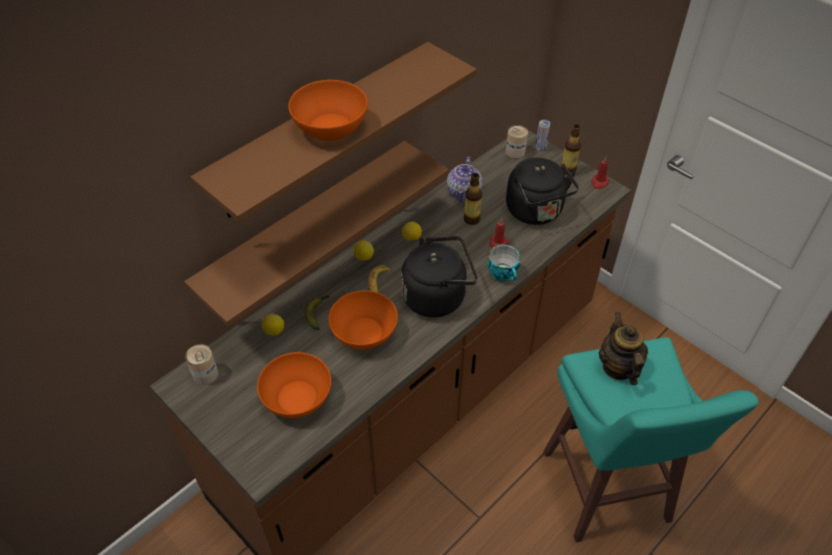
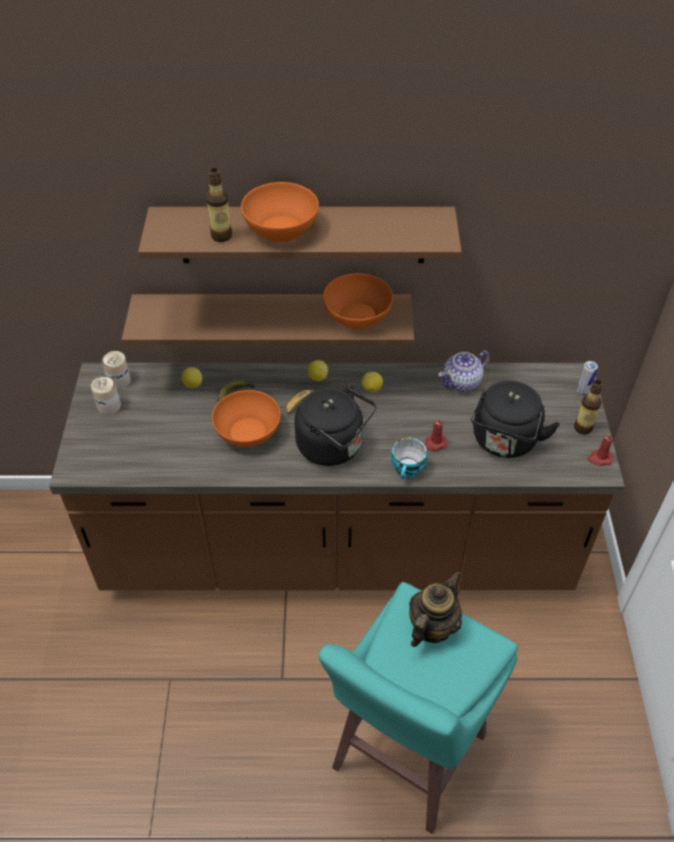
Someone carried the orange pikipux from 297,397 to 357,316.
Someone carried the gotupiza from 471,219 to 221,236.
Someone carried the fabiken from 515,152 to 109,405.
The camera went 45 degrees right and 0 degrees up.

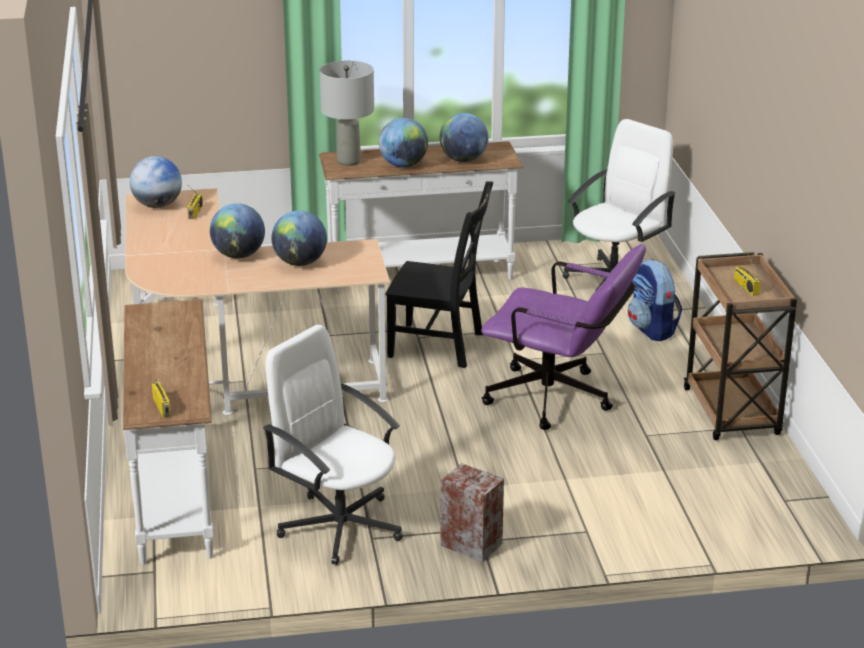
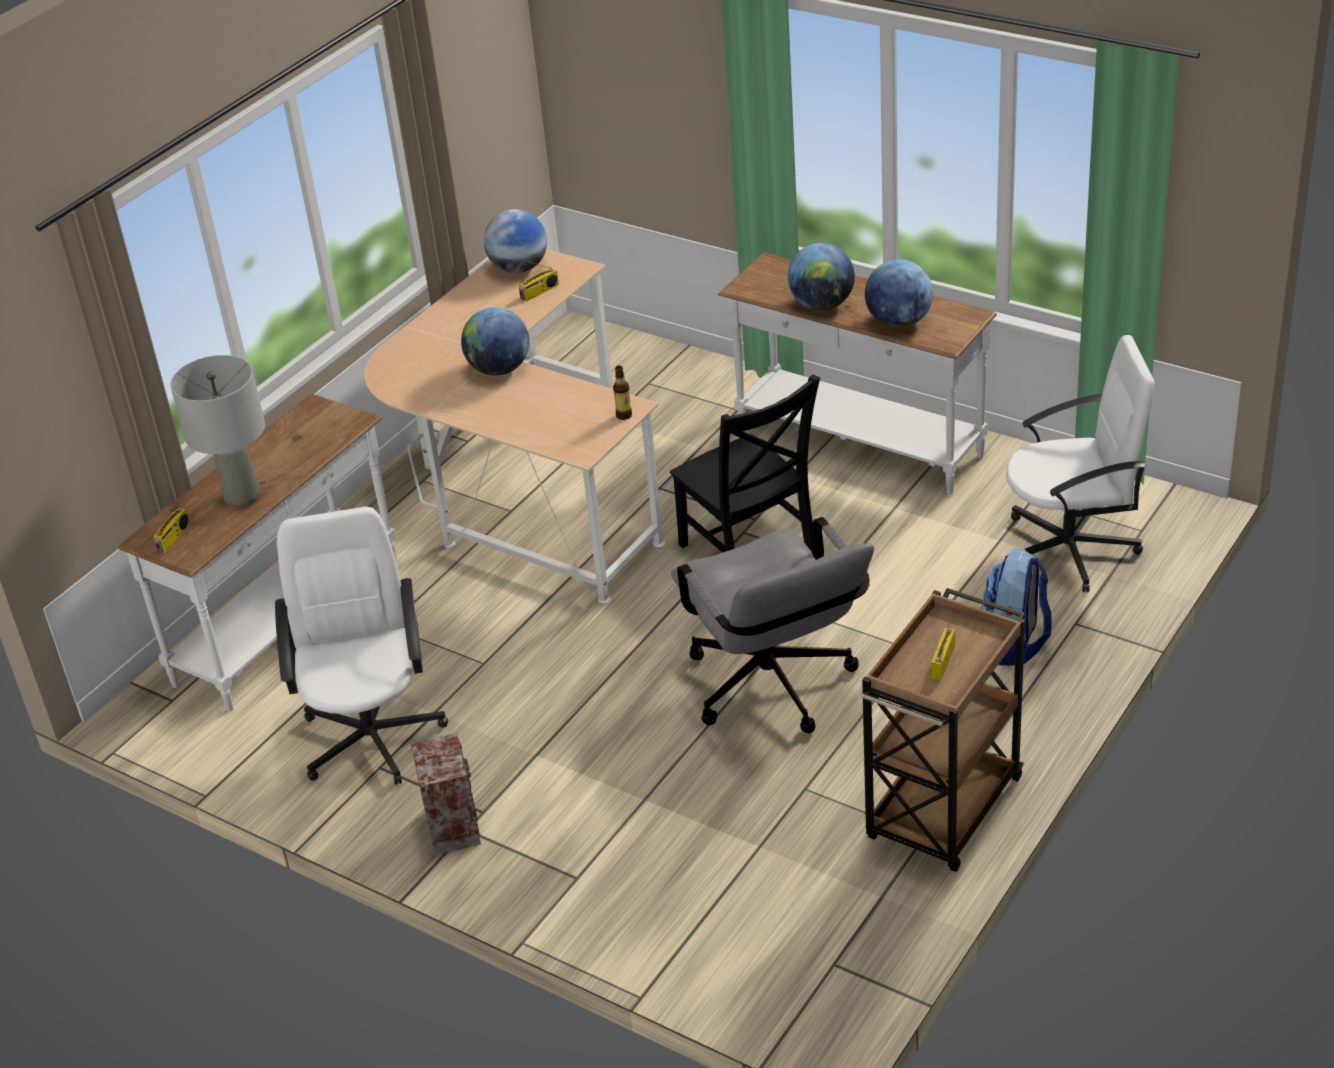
Someone took away the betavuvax at 300,263.
Someone put down the gotupiza at 624,415.
Someone carried the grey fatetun from 348,161 to 241,496.
Someone repainted the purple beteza at 559,400, which became the grey beteza at 776,692.
The camera went 45 degrees right and 10 degrees up.

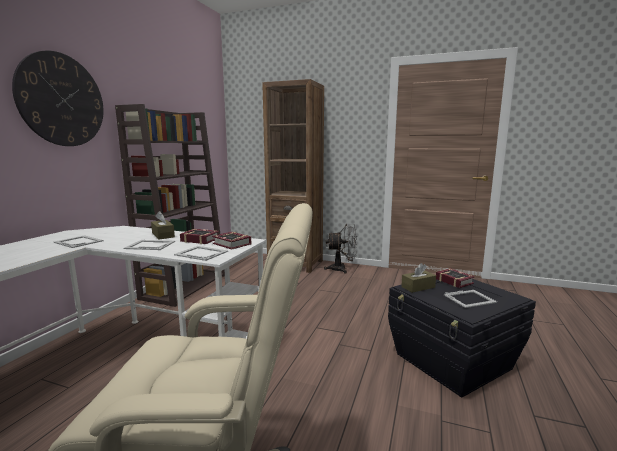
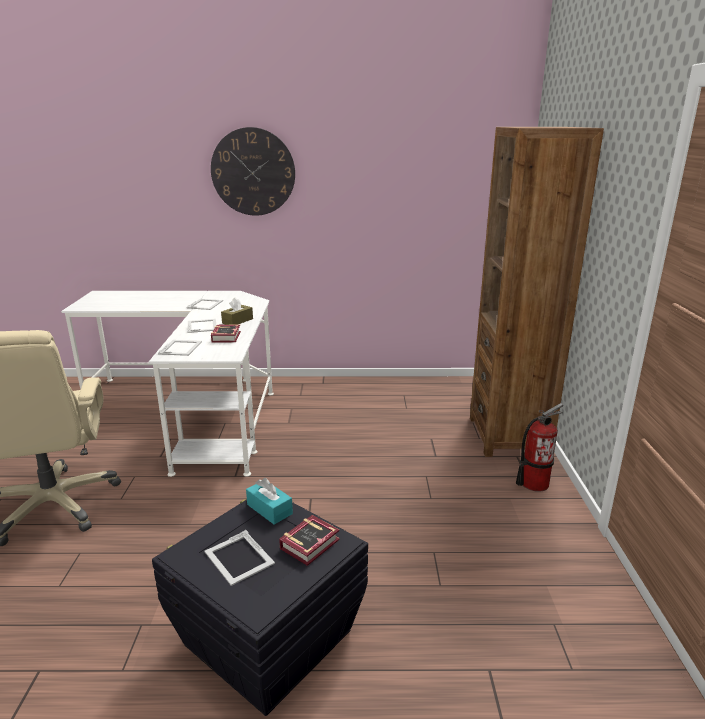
Someone took away the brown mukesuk at 185,286.
Someone took away the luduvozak at 232,244.
Someone swapped the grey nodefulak at 342,269 for the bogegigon at 534,483.
Someone repainted the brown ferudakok at 418,287, which became the turquoise ferudakok at 269,509.
The camera went 70 degrees right and 10 degrees up.

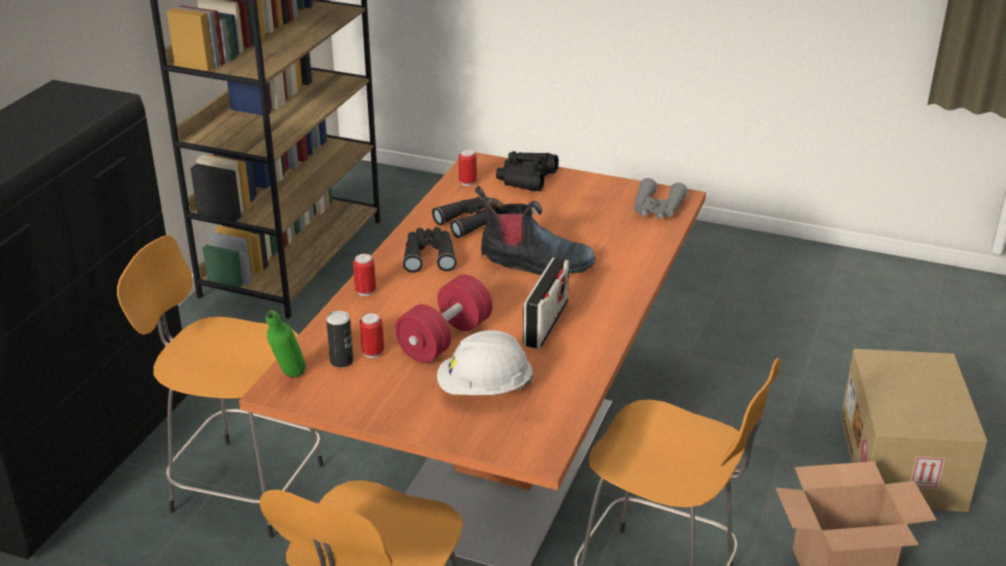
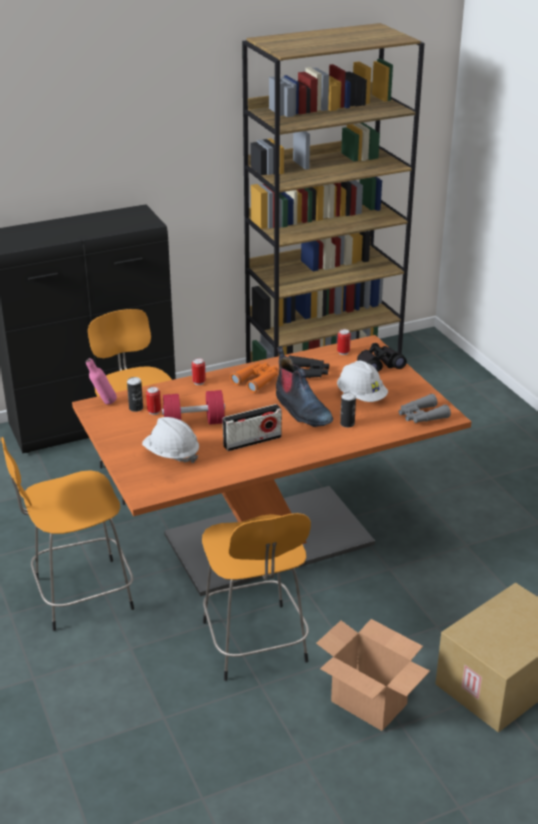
Someone put down the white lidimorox at 361,397.
Someone put down the fabiken at 347,424.
Someone repainted the green gotupiza at 289,379, which became the pink gotupiza at 103,404.
Someone repainted the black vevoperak at 429,255, which became the orange vevoperak at 257,380.
The camera went 45 degrees right and 0 degrees up.

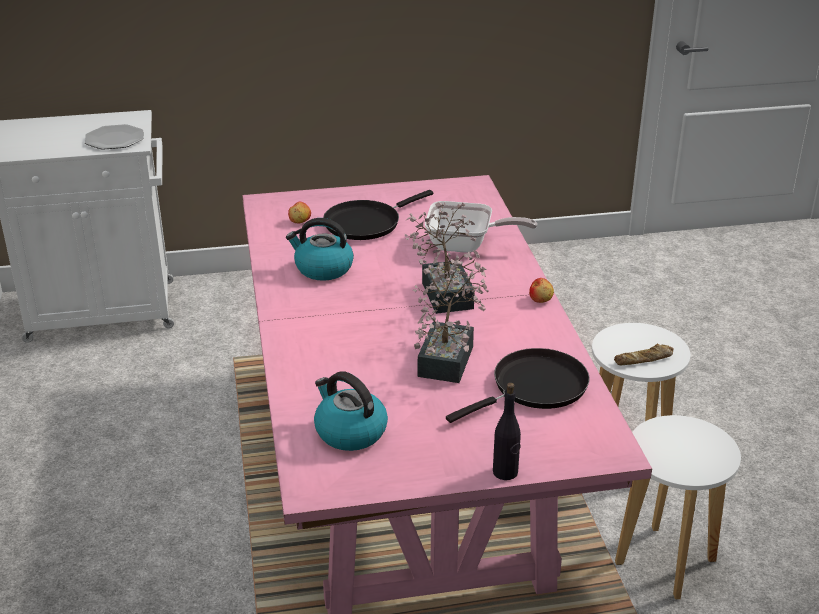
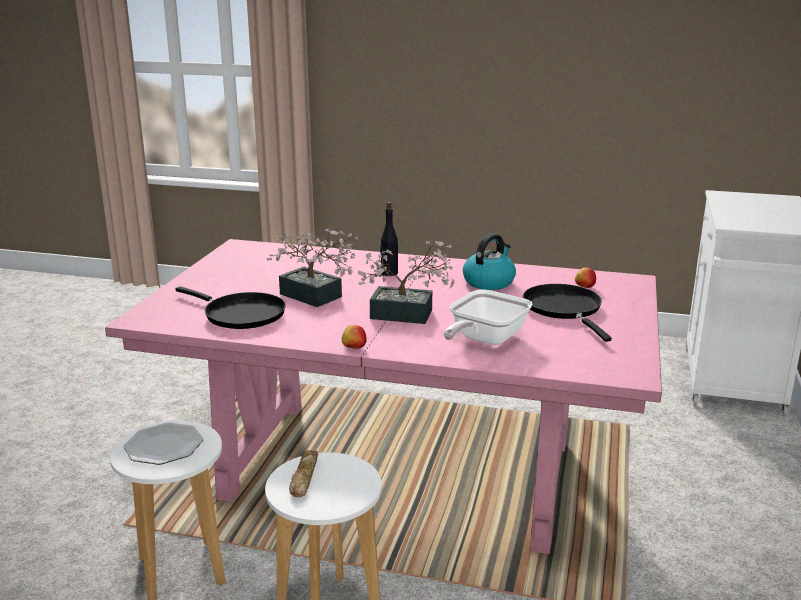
Someone took away the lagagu at 349,432.
Someone carried the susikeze from 114,139 to 164,446.
Someone carried the black gotupiza from 505,472 to 389,273.
Someone rotated the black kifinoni at 534,387 by 45 degrees counterclockwise.
The camera went 115 degrees right and 10 degrees down.

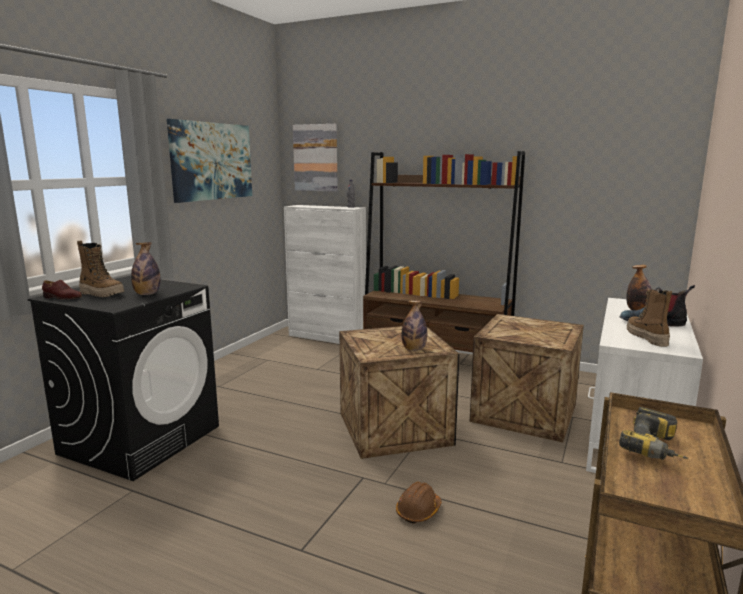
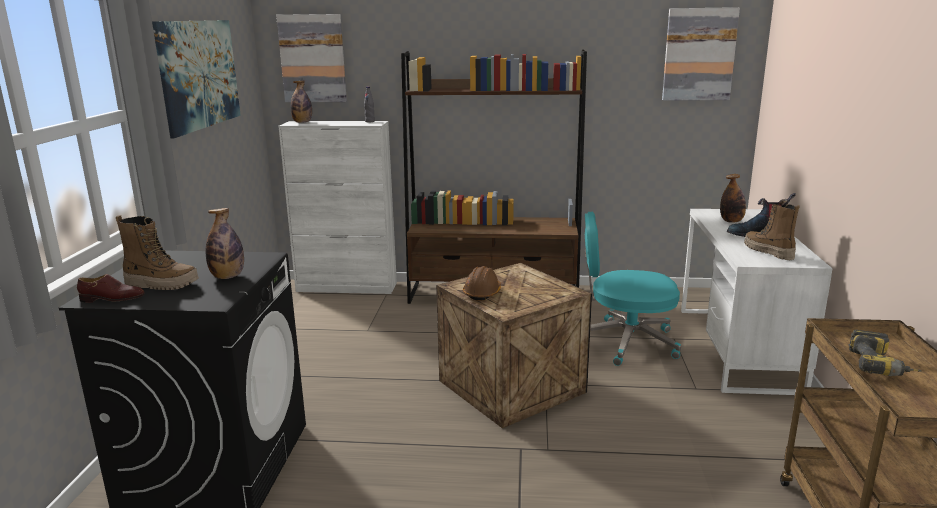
Someone put up the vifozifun at 699,54.
Someone carried the brown lidimorox from 418,511 to 482,293.
Someone carried the gotupiza from 414,349 to 302,122.
Someone swapped the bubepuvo at 523,412 for the turquoise beteza at 625,342.
The camera went 20 degrees left and 5 degrees up.

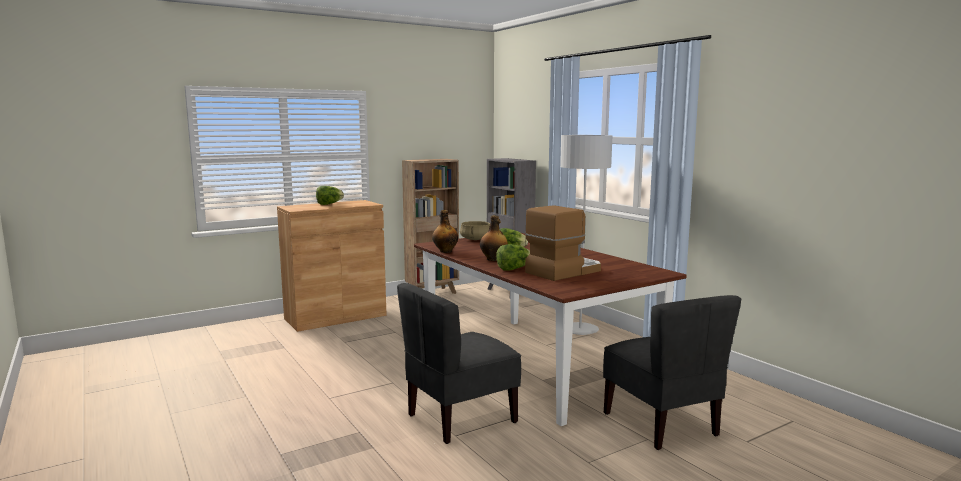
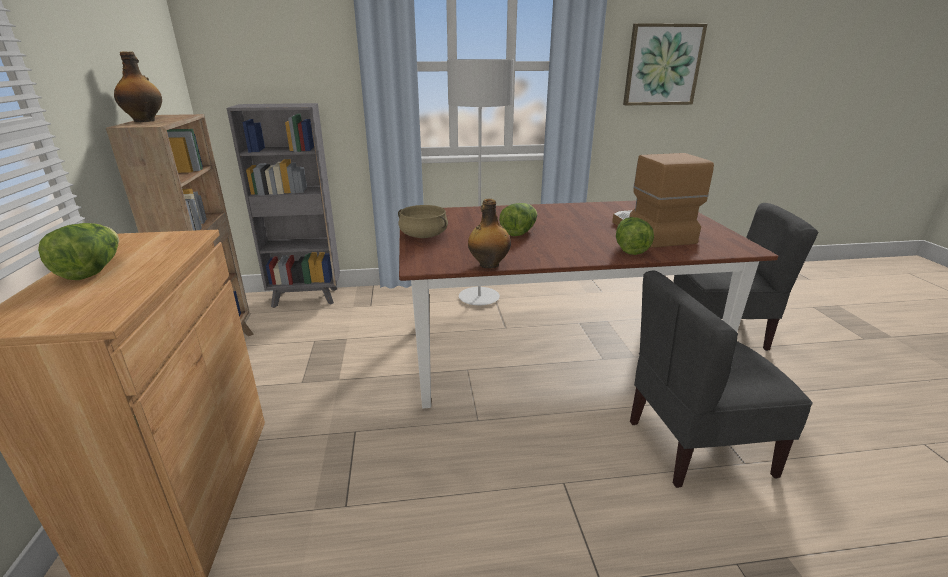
Someone put up the vifozifun at 662,65.
Someone carried the gotupiza from 493,259 to 145,120.
Someone rotated the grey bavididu at 460,418 by 90 degrees clockwise.
The camera went 65 degrees left and 15 degrees up.

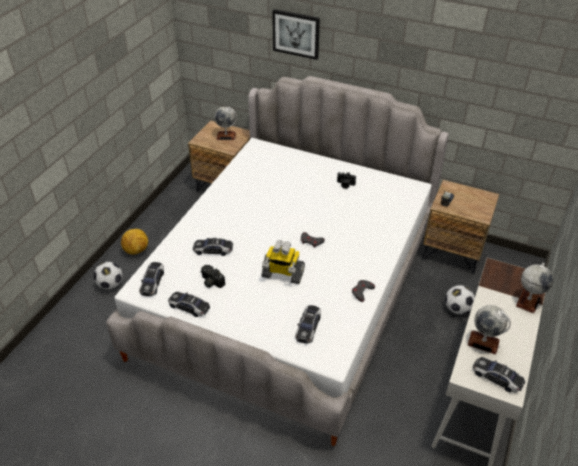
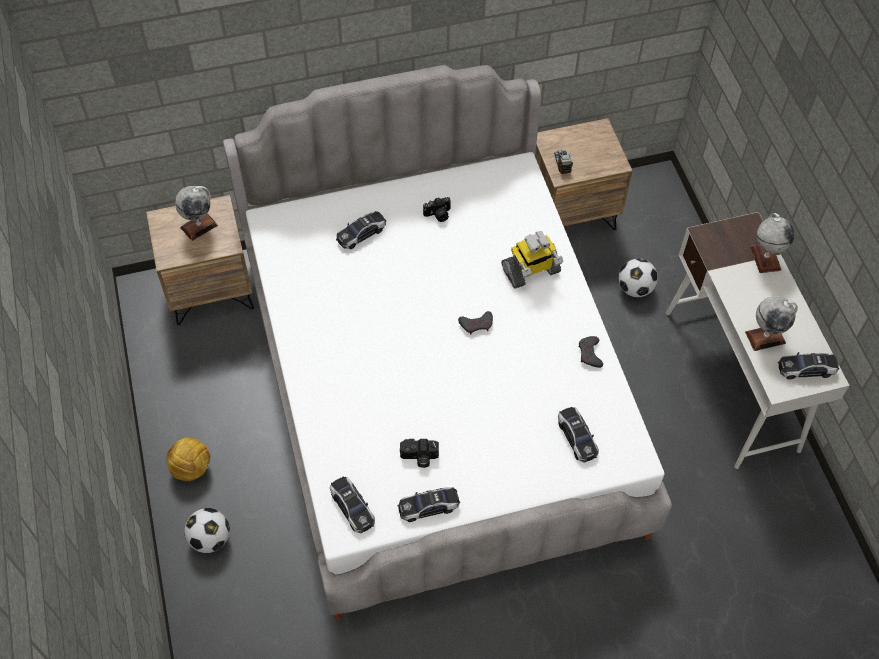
Someone took away the vifozifun at 296,33.
Someone carried the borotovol from 213,250 to 361,233.
Someone carried the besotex from 282,274 to 531,271.
The camera went 40 degrees left and 15 degrees up.

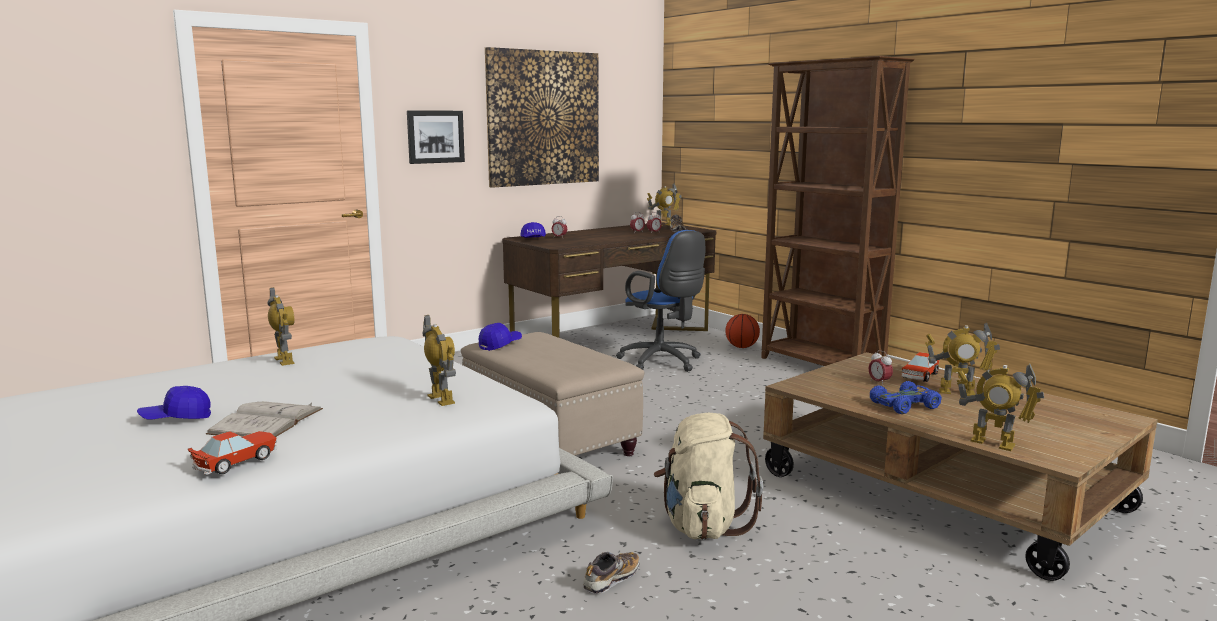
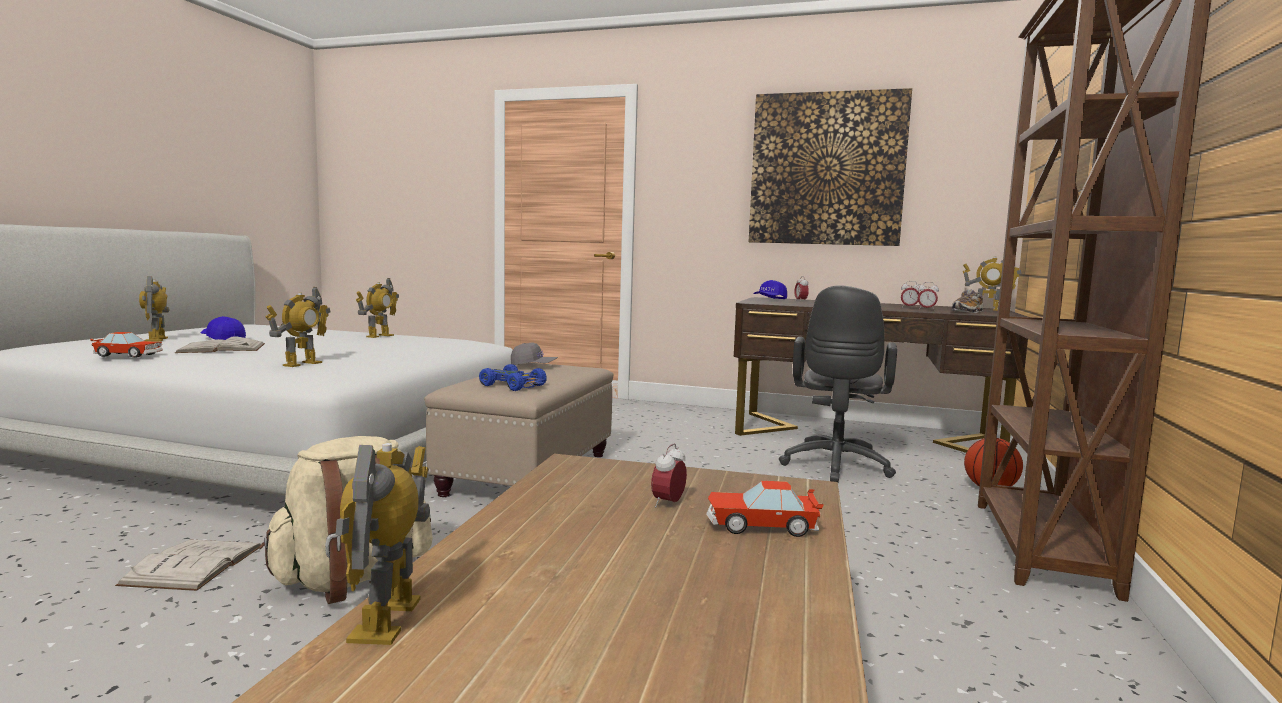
Someone took away the vifozifun at 435,136.
Someone carried the blue borotovol from 905,405 to 514,386.
Someone carried the besotex from 957,392 to 157,339.
Someone swapped the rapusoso at 611,580 for the white luduvozak at 194,564.
Someone repainted the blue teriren at 500,345, which became the grey teriren at 533,366.
Someone repainted the blue beteza at 663,362, which became the grey beteza at 835,467.
The camera went 55 degrees right and 5 degrees down.

